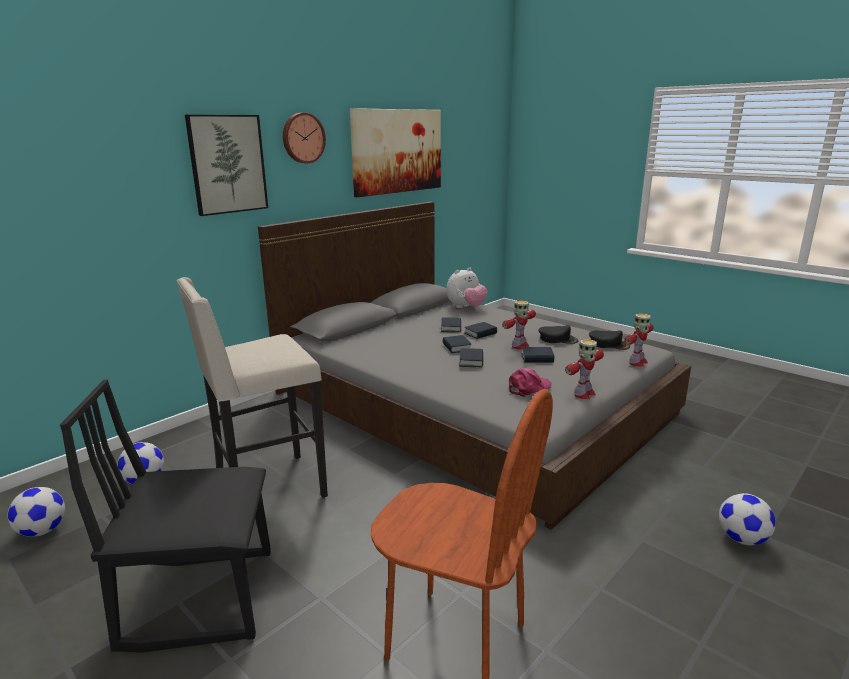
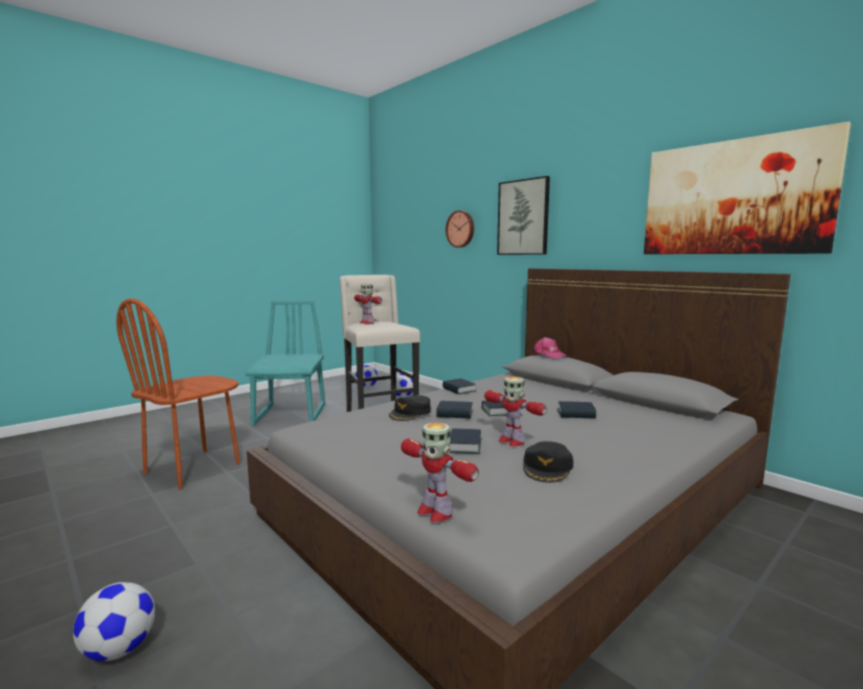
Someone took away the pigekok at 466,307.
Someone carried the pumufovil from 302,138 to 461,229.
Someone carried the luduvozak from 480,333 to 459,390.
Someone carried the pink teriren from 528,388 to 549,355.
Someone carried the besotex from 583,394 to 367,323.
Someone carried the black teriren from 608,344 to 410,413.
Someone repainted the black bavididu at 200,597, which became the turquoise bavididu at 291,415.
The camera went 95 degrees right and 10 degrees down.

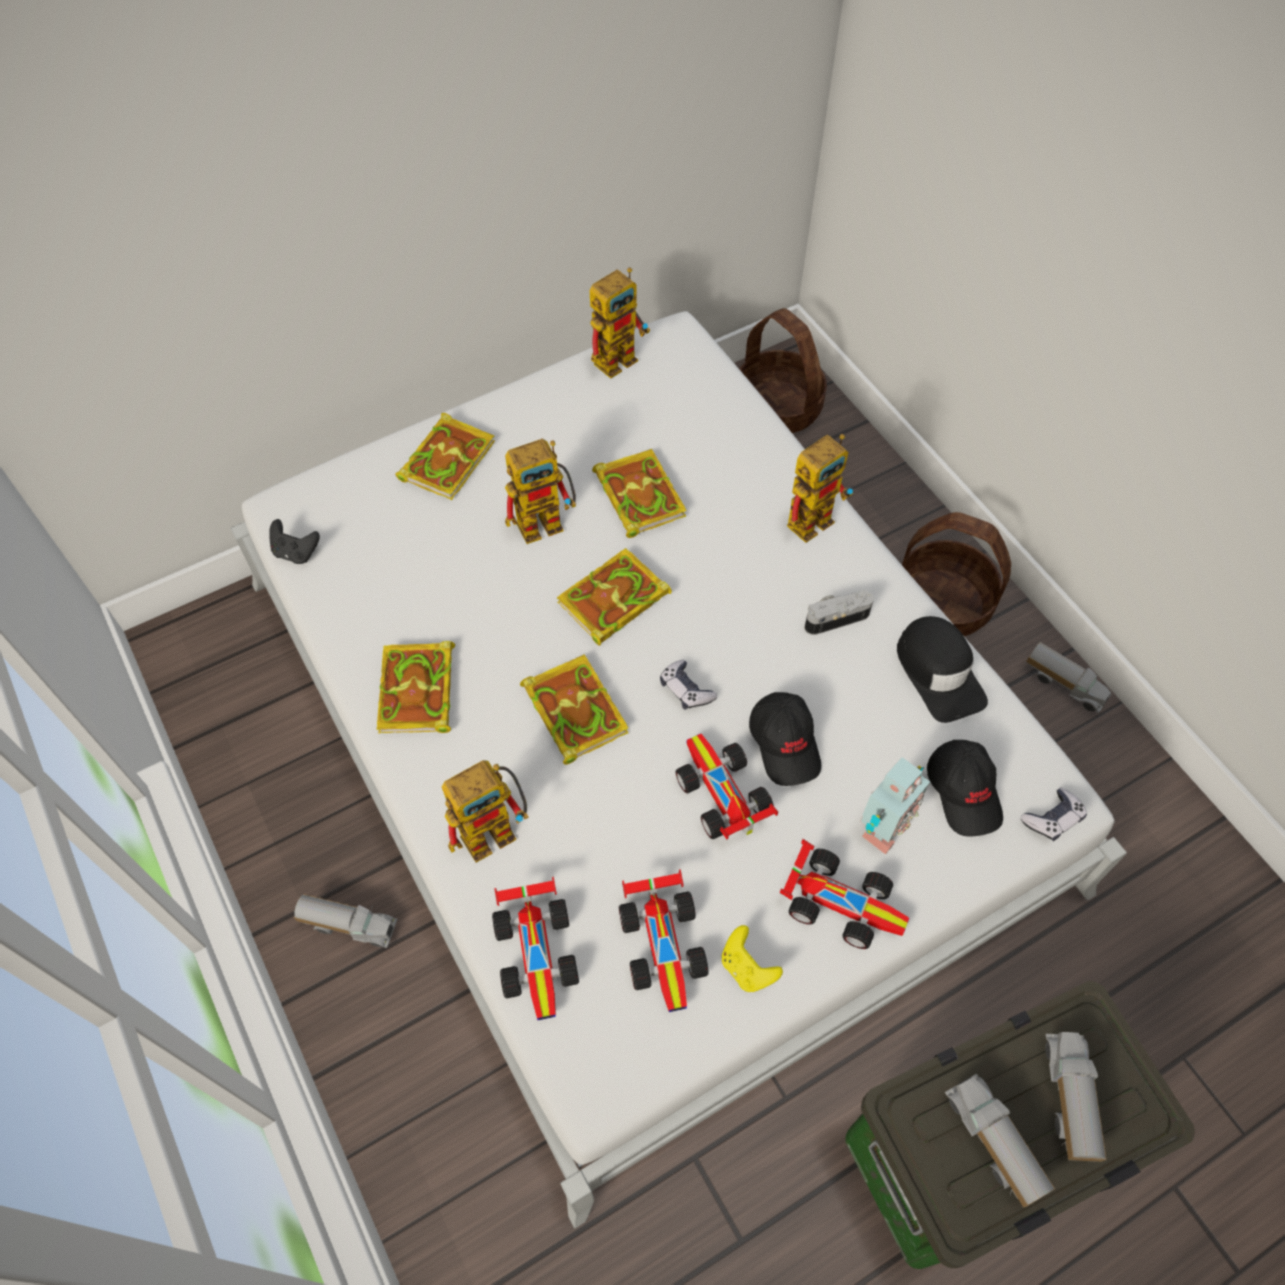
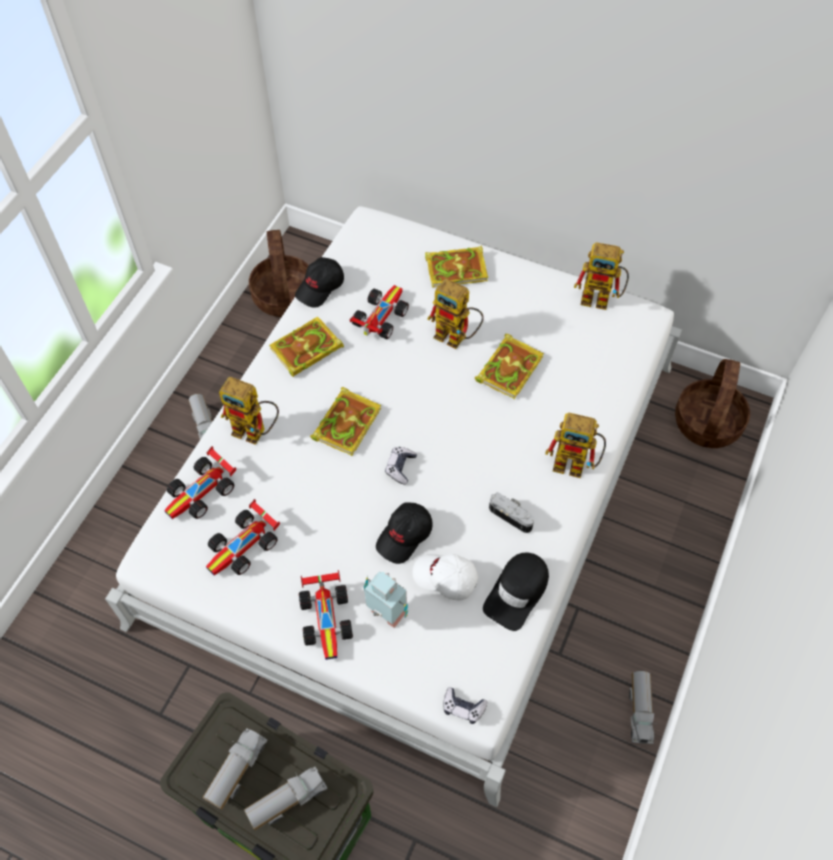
Someone took away the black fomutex at 296,552.
Someone took away the luduvozak at 612,601.
Someone took away the yellow fomutex at 747,967.
Someone put down the white teriren at 445,578.
Someone carried the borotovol from 720,795 to 379,317.
Someone carried the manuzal from 941,602 to 283,295.
Someone carried the black teriren from 964,792 to 320,287.
Someone rotated the besotex at 881,829 by 150 degrees counterclockwise.
The camera went 55 degrees right and 0 degrees up.

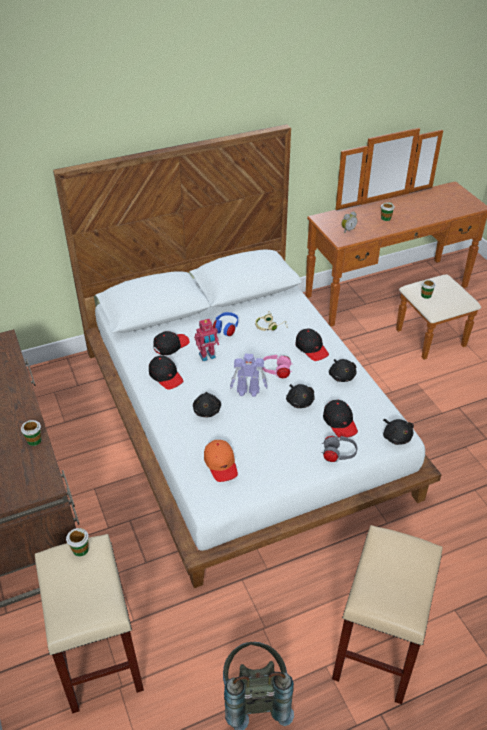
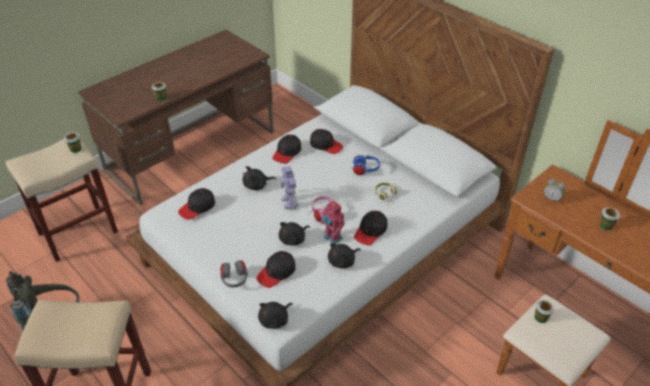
Someone carried the besotex from 207,356 to 332,238.
Someone repainted the orange teriren at 221,464, which became the black teriren at 197,207.
The camera went 70 degrees right and 0 degrees up.

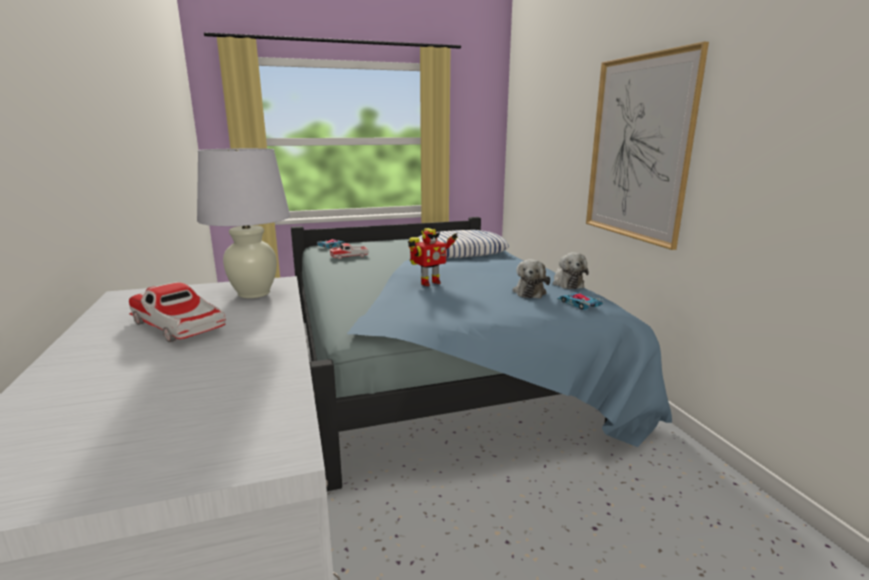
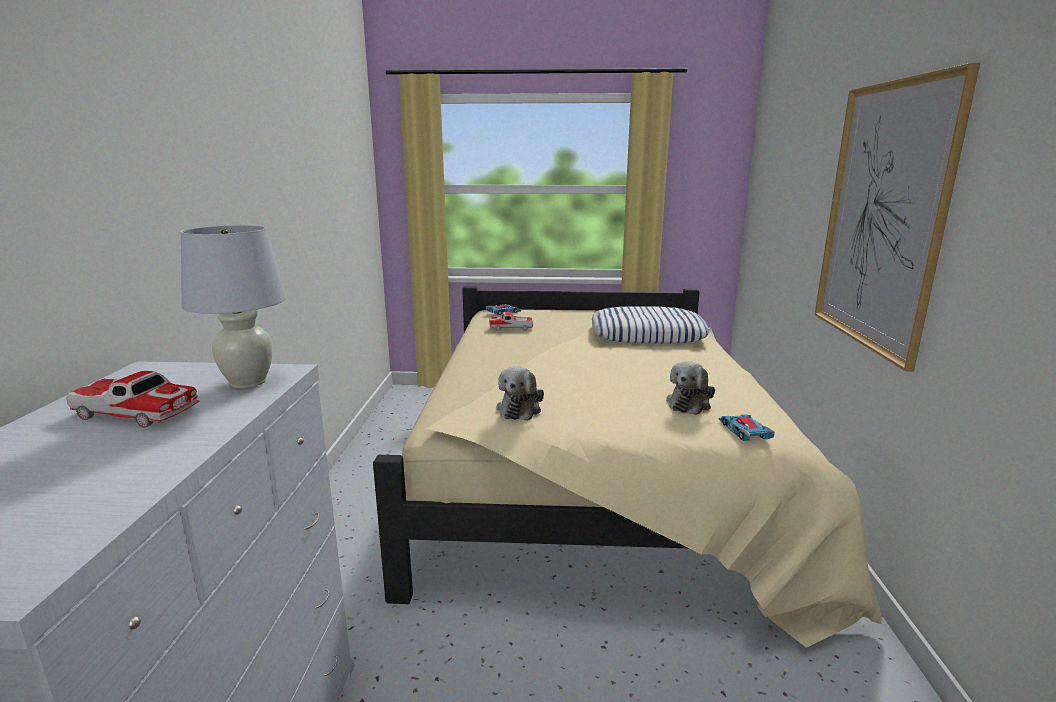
Someone took away the besotex at 429,283.
Someone carried the pigekok from 567,283 to 520,409.
Someone repainted the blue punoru at 439,366, which became the beige punoru at 596,476.
Someone rotated the borotovol at 178,325 by 135 degrees clockwise.
The camera went 20 degrees right and 0 degrees up.

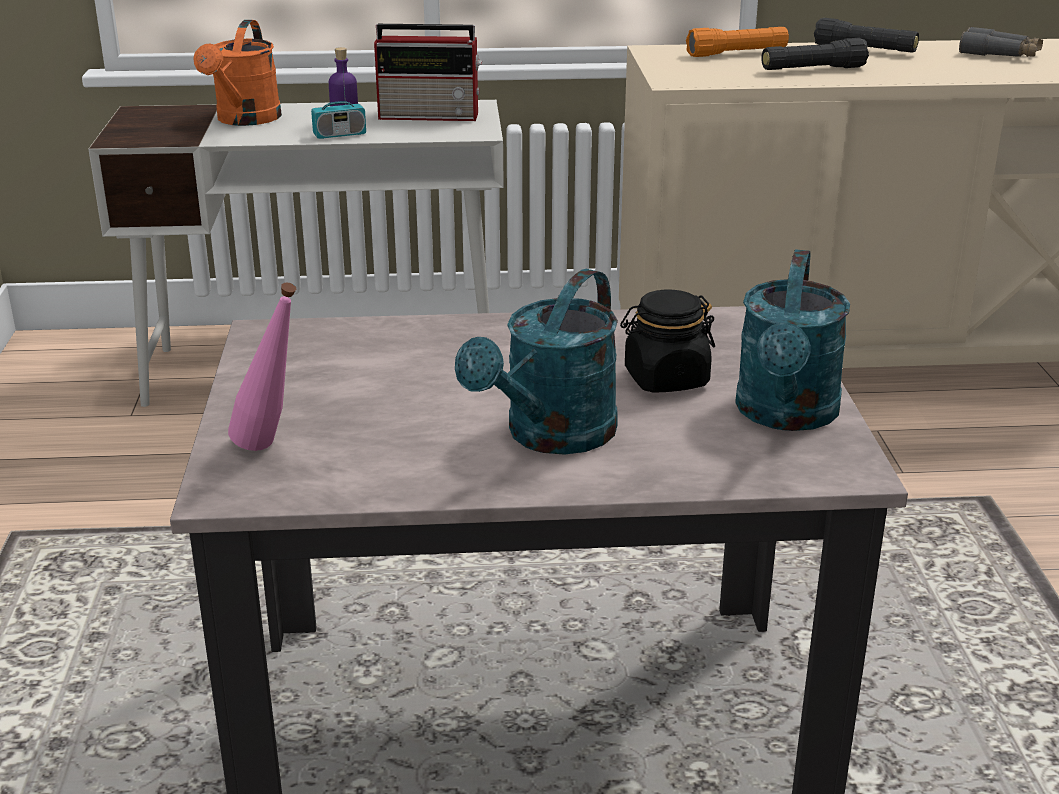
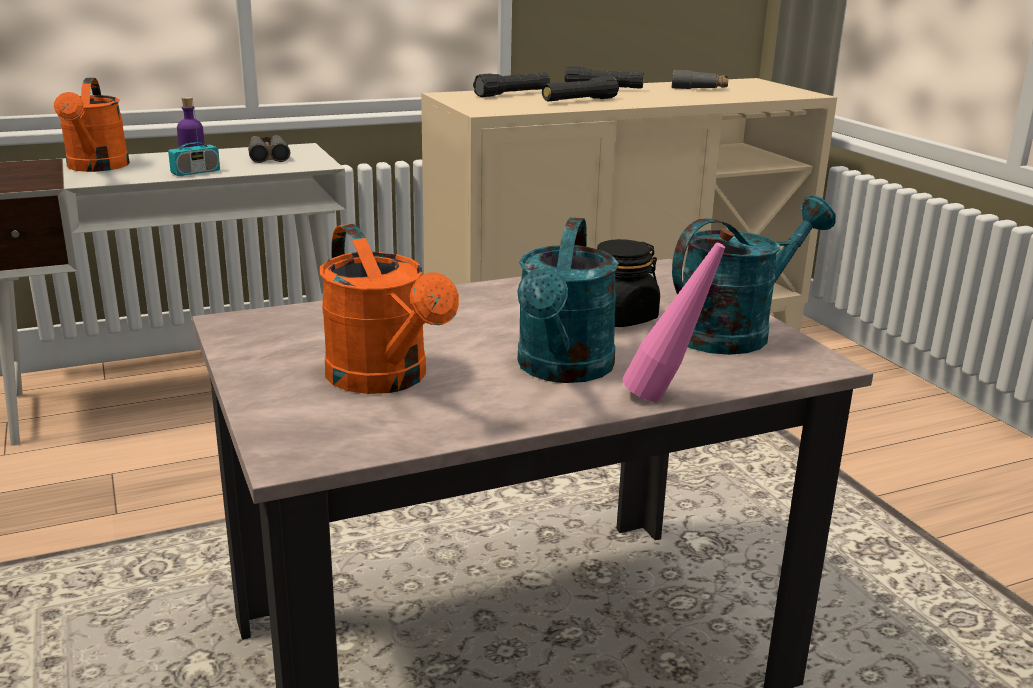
Someone put down the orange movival at 386,380.
Someone carried the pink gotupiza from 272,449 to 668,398.
Someone swapped the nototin at 431,115 for the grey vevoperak at 268,155.
Someone repainted the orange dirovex at 737,54, which became the black dirovex at 512,94.
Someone rotated the turquoise movival at 786,415 by 120 degrees counterclockwise.
The camera went 20 degrees left and 5 degrees down.

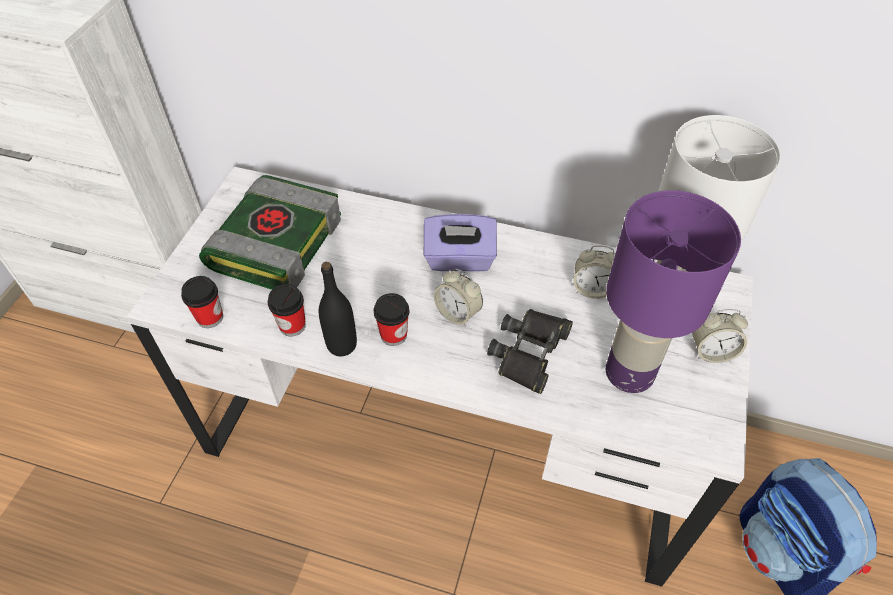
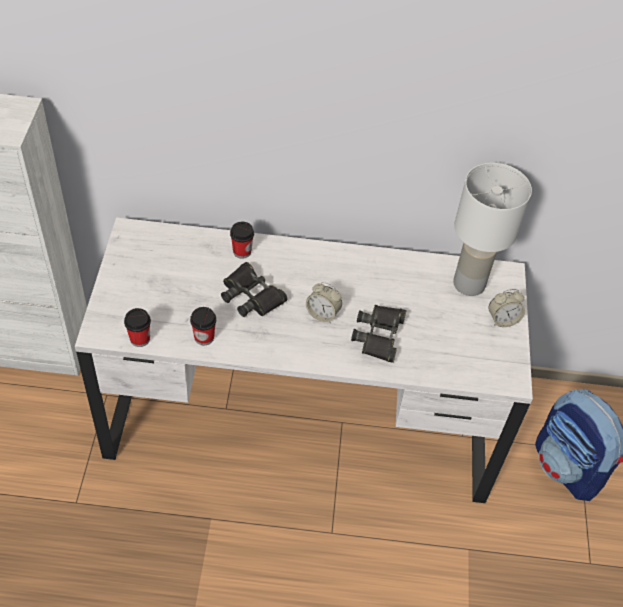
Someone took away the luduvozak at 275,241.
Someone took away the black gotupiza at 342,345.
Someone took away the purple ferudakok at 459,259.
Someone took away the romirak at 592,289.
Someone took away the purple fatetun at 631,373.
Someone put down the black vevoperak at 251,296.
Someone carried the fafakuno from 393,335 to 242,251.
The camera went 15 degrees left and 0 degrees up.

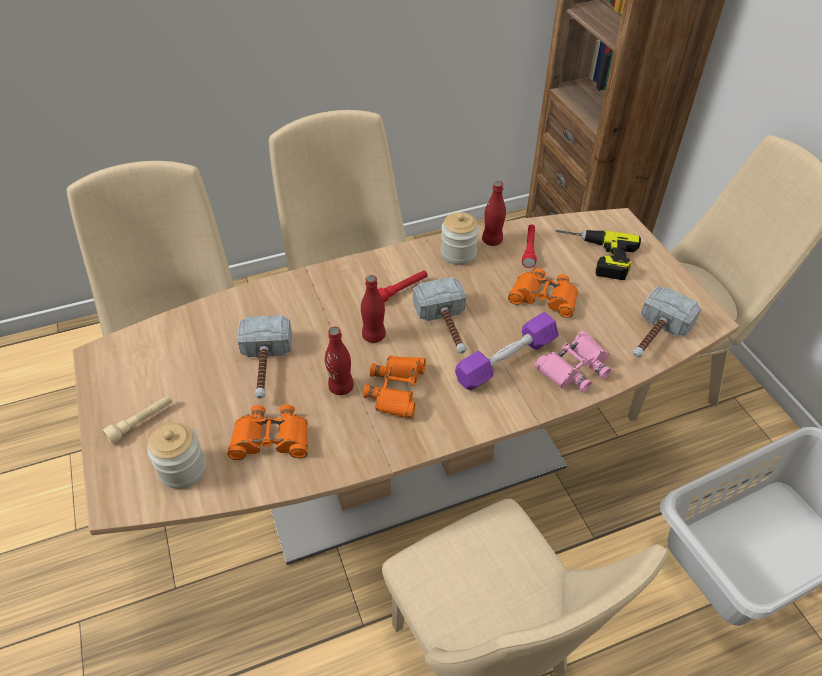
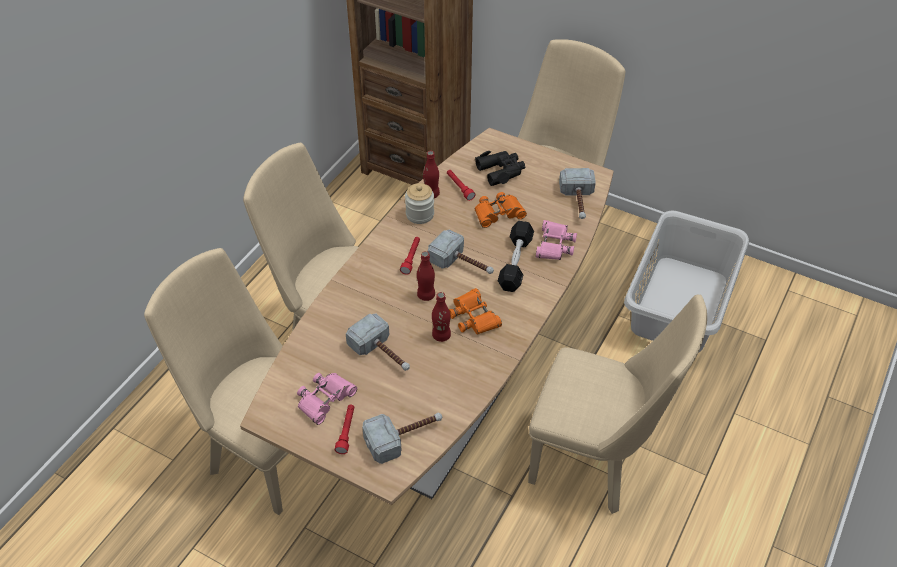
Someone took away the orange vevoperak at 271,439.
Someone put down the pink vevoperak at 325,399.
Someone swapped the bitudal at 183,469 for the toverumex at 405,436.
Someone swapped the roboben at 594,256 for the black vevoperak at 501,171.
Someone repainted the beige dirovex at 141,422, which became the red dirovex at 346,431.
Someone repainted the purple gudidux at 506,360, which became the black gudidux at 515,263.
The camera went 40 degrees left and 0 degrees up.

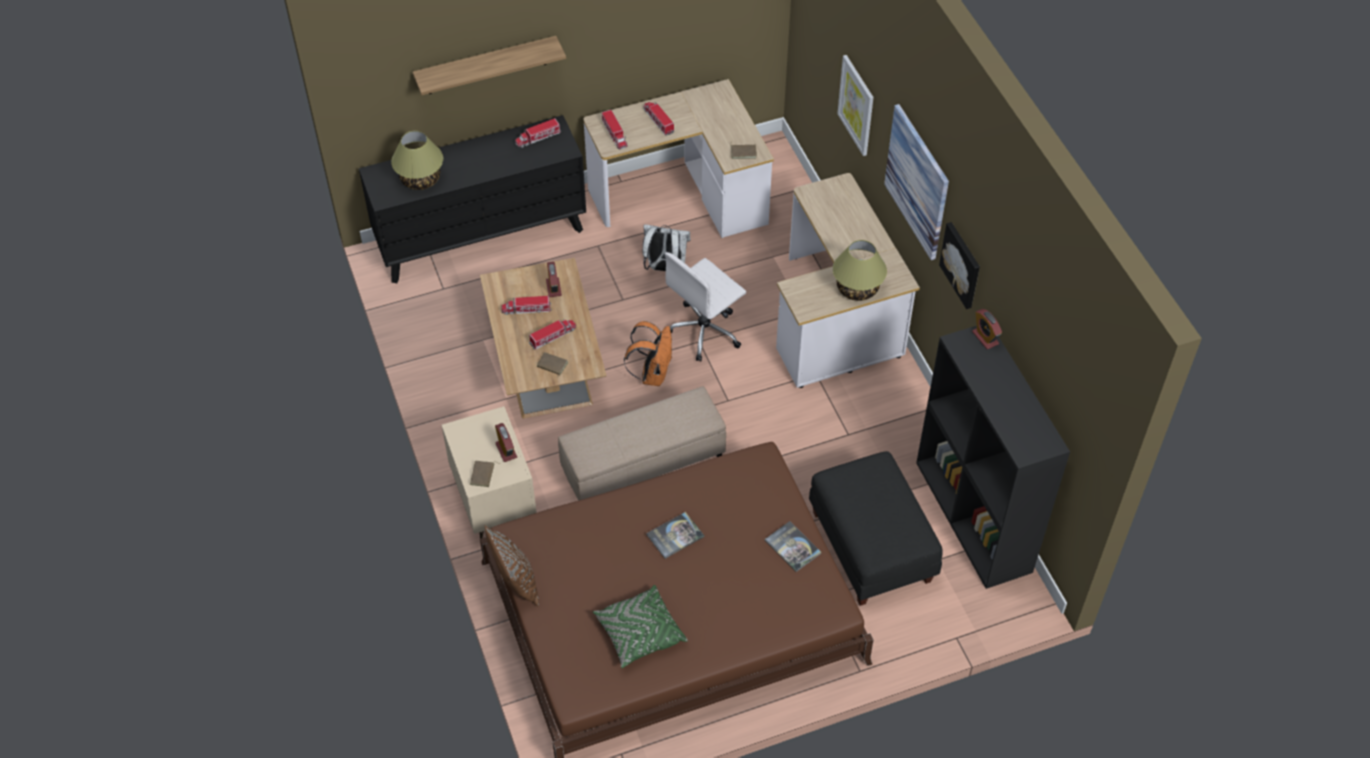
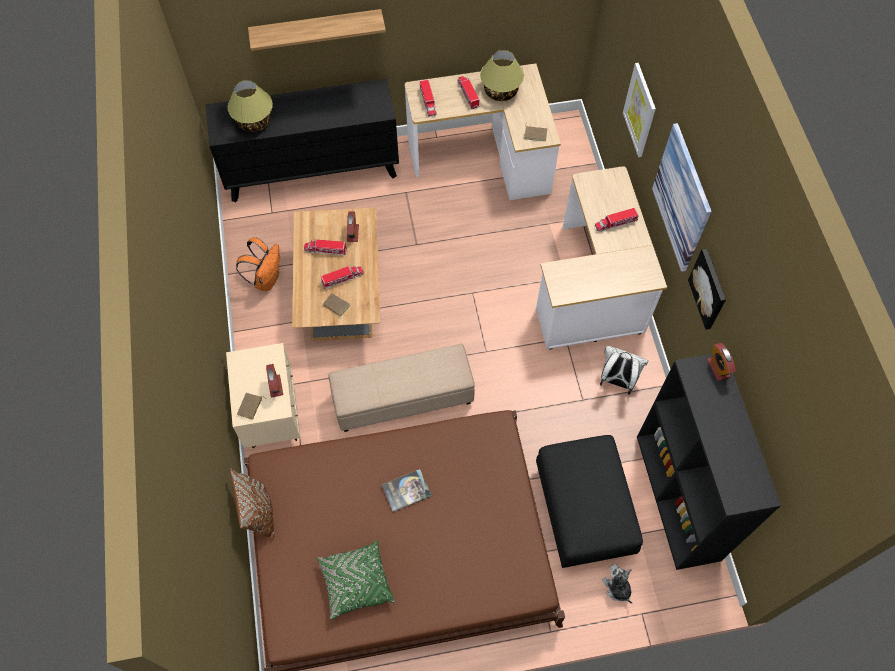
Someone took away the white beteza at 705,331.
Someone took away the luduvozak at 792,547.
Someone put down the pigekok at 617,587.
Someone carried the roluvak from 538,138 to 615,223.
Someone carried the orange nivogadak from 652,374 to 266,279.
Someone carried the white nivogadak from 665,268 to 617,381.
Someone carried the fatetun from 857,288 to 500,91.
The camera went 10 degrees right and 10 degrees up.

